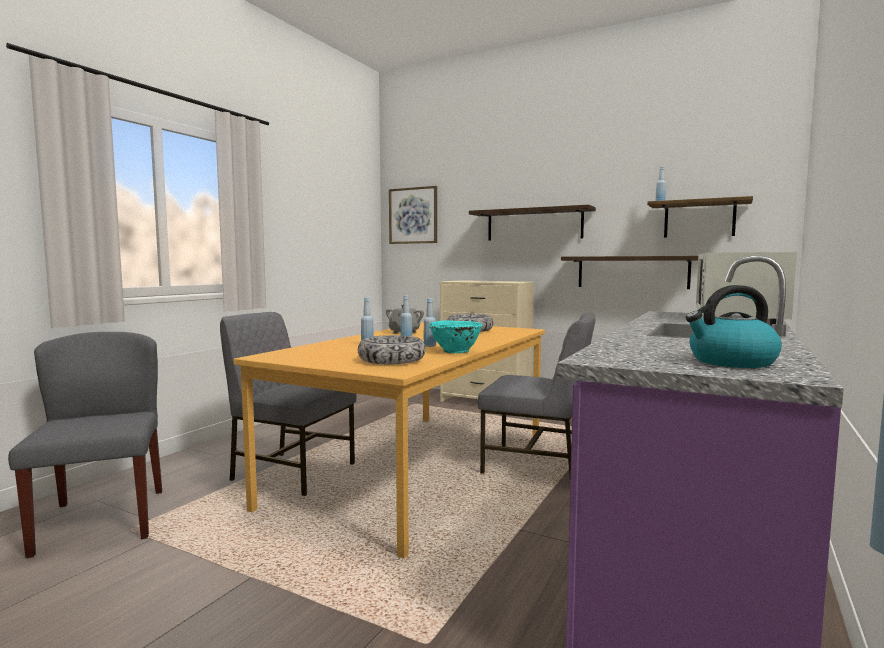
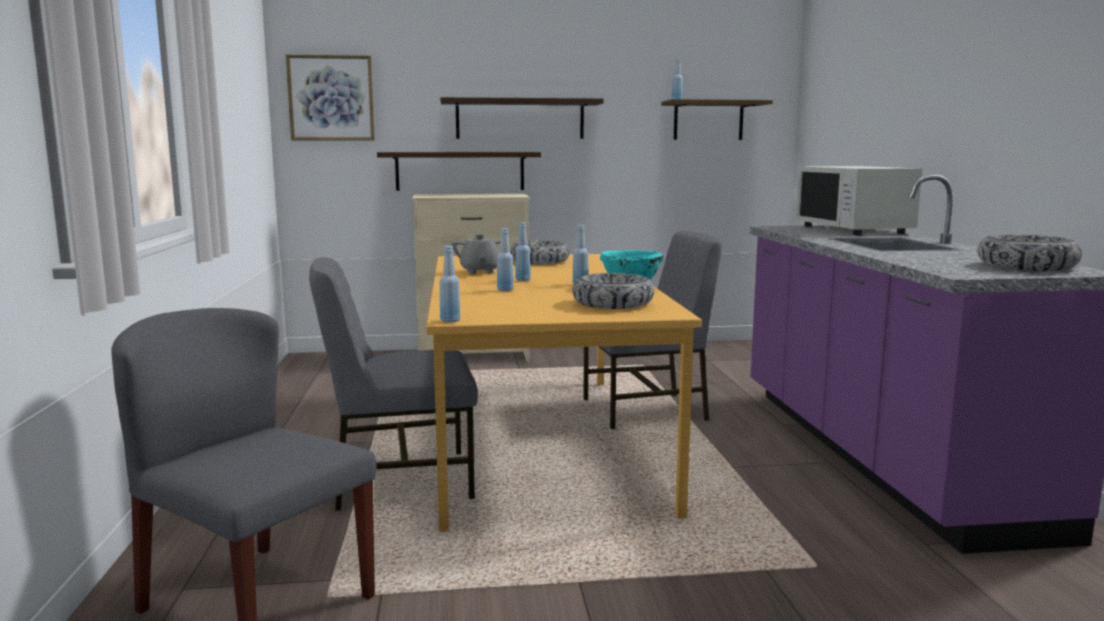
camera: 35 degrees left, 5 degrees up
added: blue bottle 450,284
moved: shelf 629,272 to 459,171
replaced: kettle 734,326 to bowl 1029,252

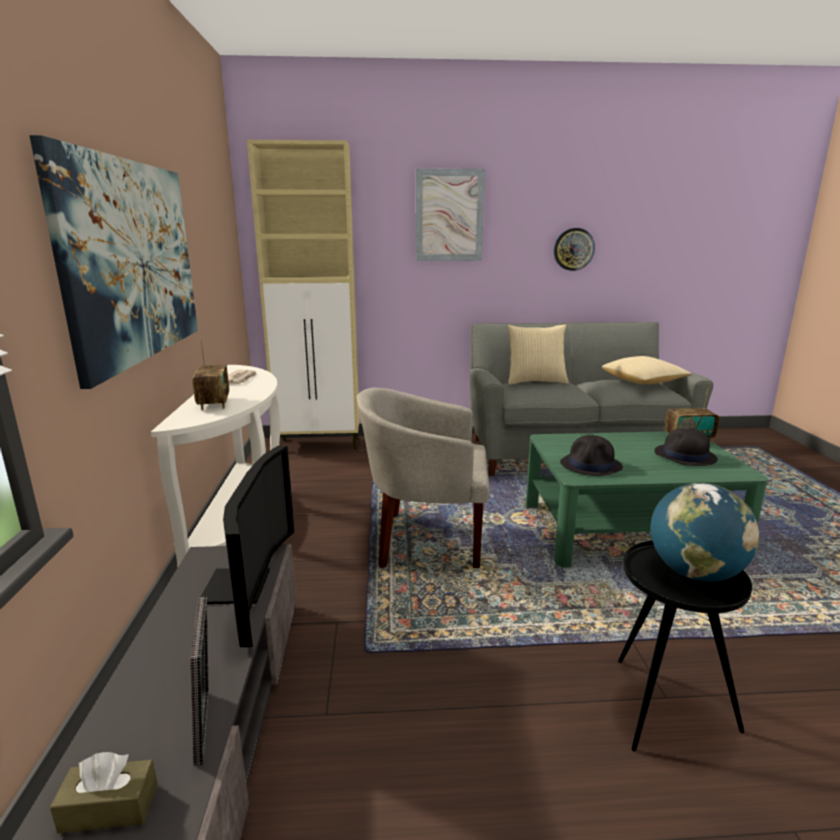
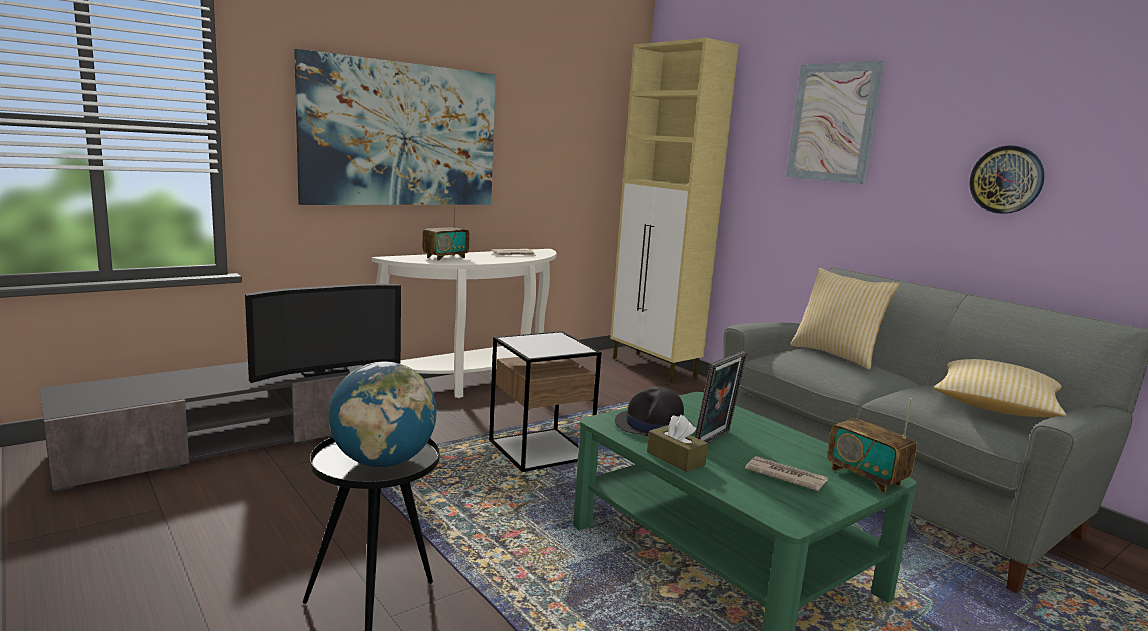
camera: 55 degrees right, 5 degrees down
moved: brown tissue box 104,792 to 677,443; picture frame 199,681 to 721,397
replaced: beige armchair 423,478 to side table 545,401; black hat 686,447 to newspaper 786,473

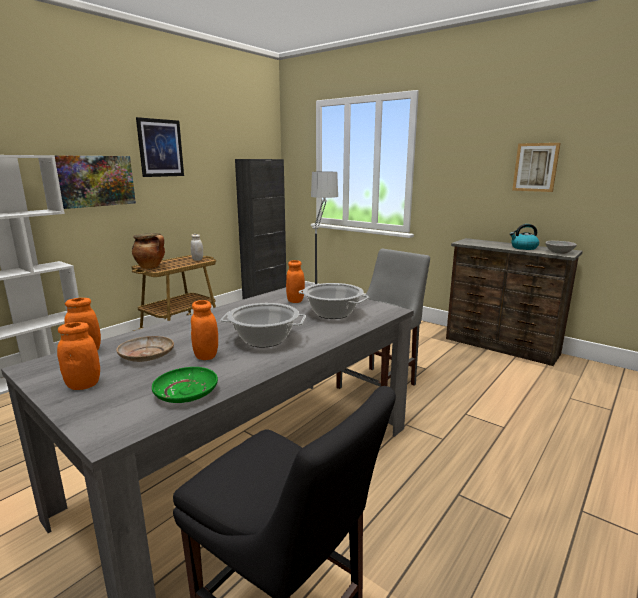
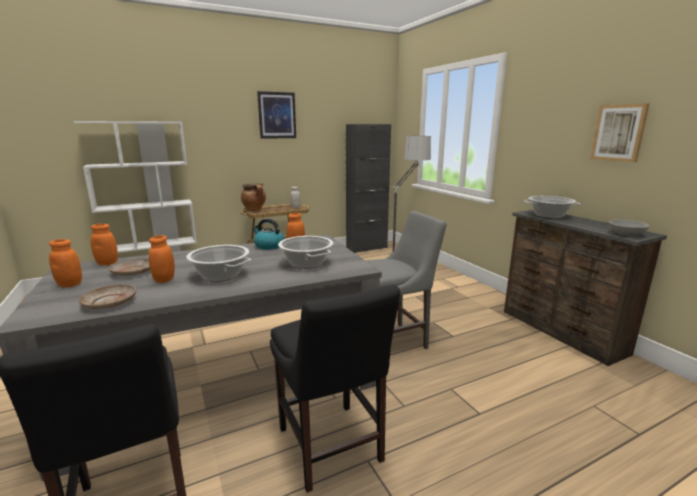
camera: 25 degrees right, 0 degrees up
removed: picture 95,182
added: black chair 335,389; cooking pot 552,207
moved: kettle 524,237 to 268,234
recoloured: green plate 185,385 to beige plate 107,296

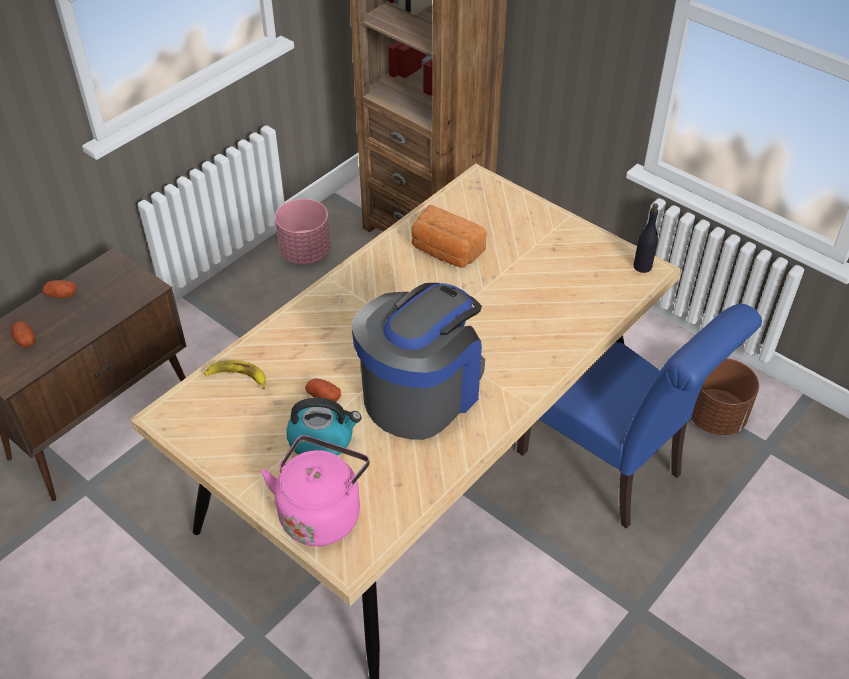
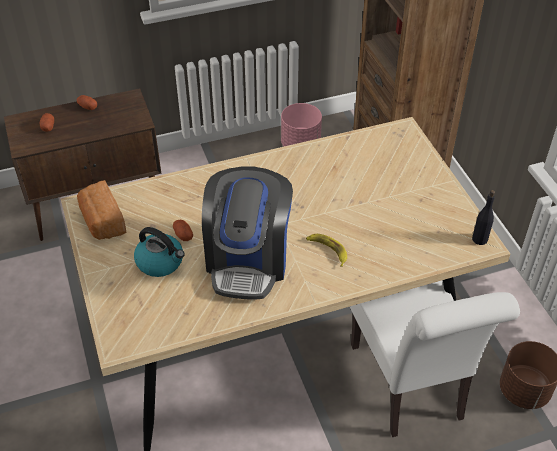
camera: 30 degrees right, 0 degrees up
removed: pink kettle 315,490
moved: bread 449,236 to 101,210; banana 235,375 to 326,250
recoloured: blue chair 639,416 to white chair 435,358
turned: coffee machine 418,361 = 247,233 120 degrees clockwise

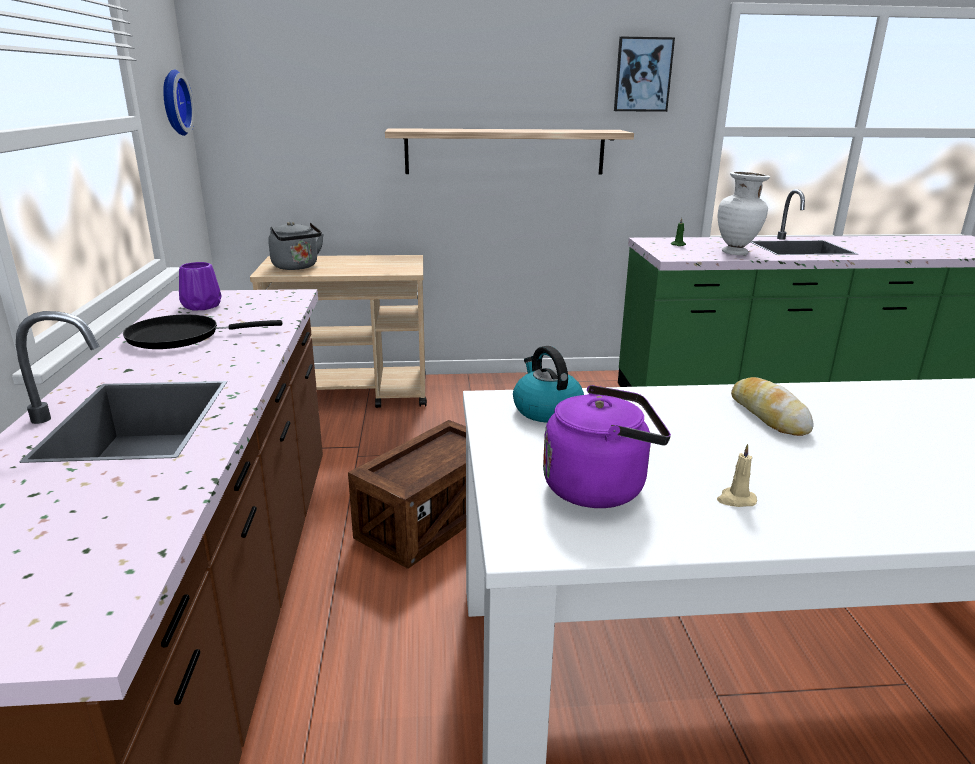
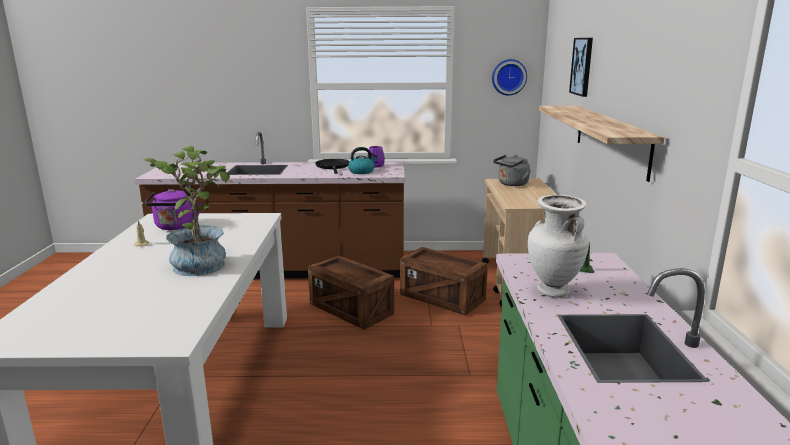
camera: 95 degrees right, 5 degrees down
added: crate 444,281
moved: kettle 548,384 to 363,160; picture 644,74 to 581,67
replaced: bread 772,406 to potted plant 186,211

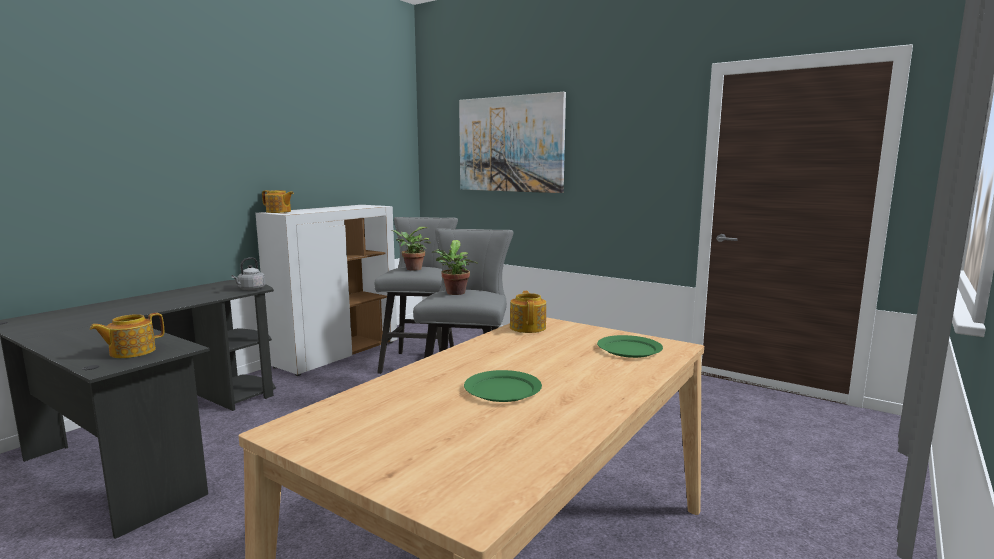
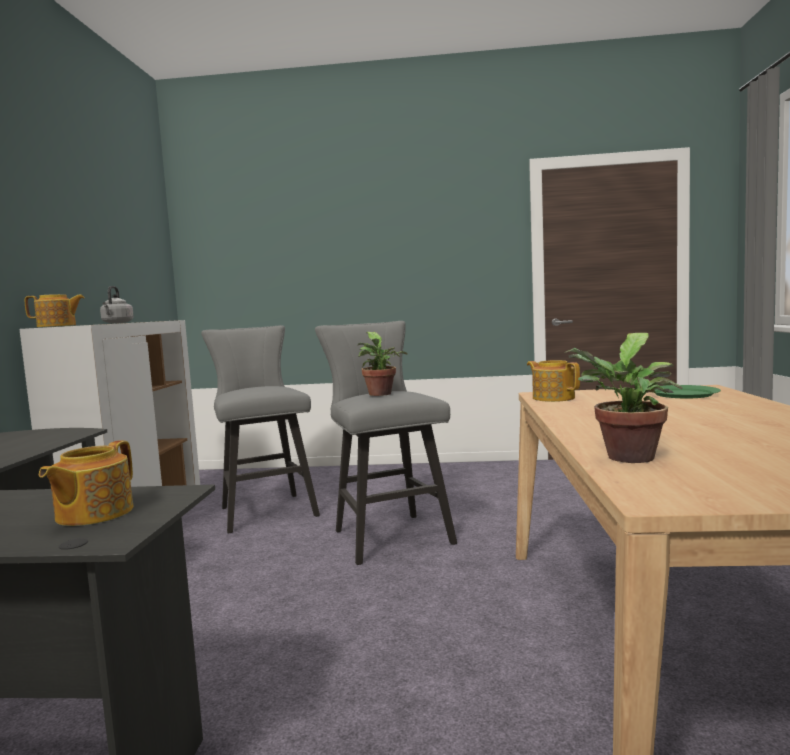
camera: 30 degrees left, 5 degrees down
removed: picture 512,142; green plate 503,386
moved: grey kettle 248,273 to 117,305; potted plant 411,249 to 624,398

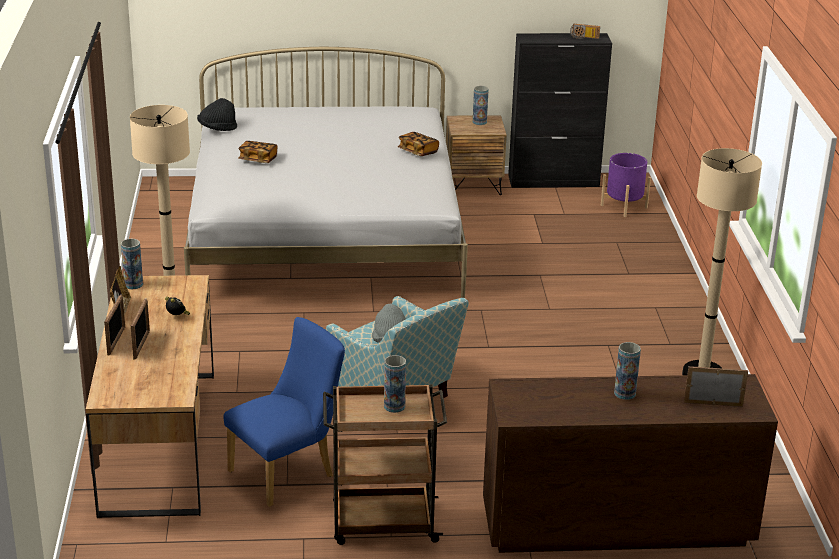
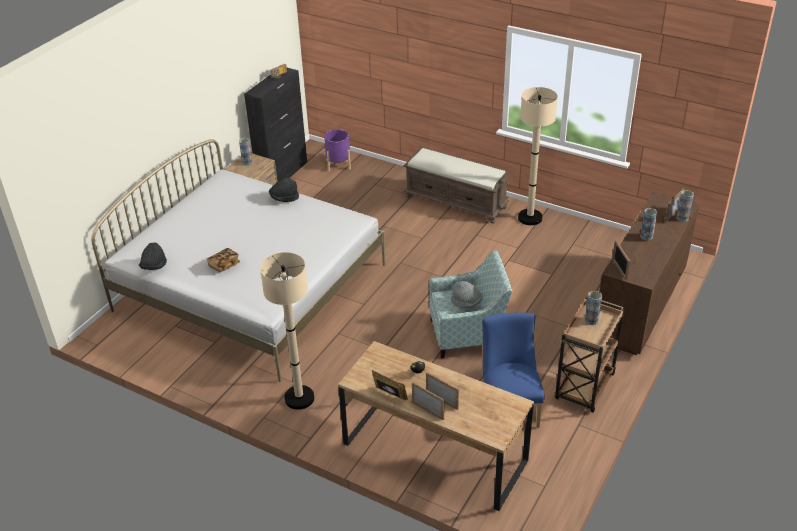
camera: 55 degrees left, 10 degrees up
added: brown bench 456,185; picture frame 621,260
moved: vase 132,264 to 685,206
replaced: book 418,144 to black hat 284,189

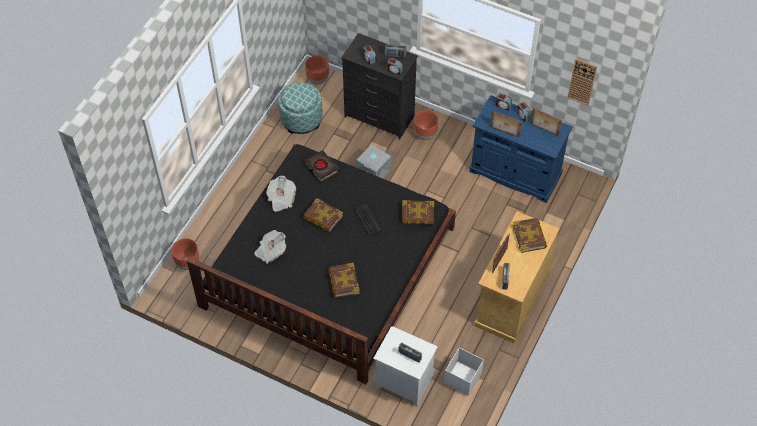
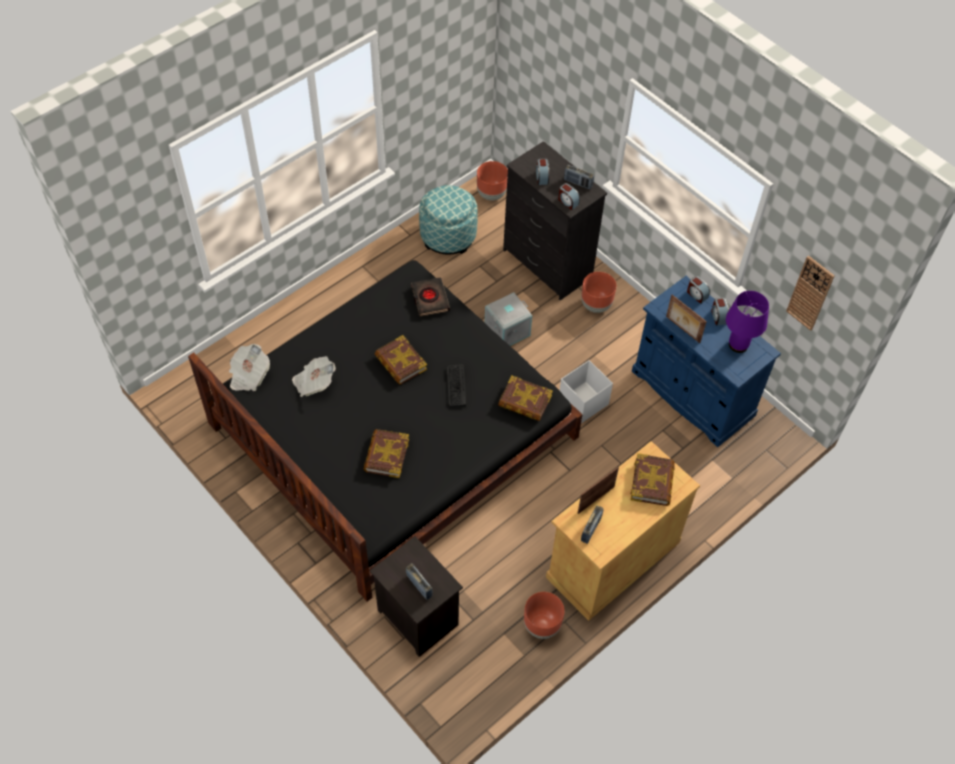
camera: 20 degrees right, 0 degrees up
moved: newspaper 281,194 to 249,367; brown planter 185,254 to 544,615; white storage box 464,371 to 586,391
replaced: picture frame 546,122 to purple table lamp 747,322
recoloured: white nightstand 405,366 to black nightstand 416,596

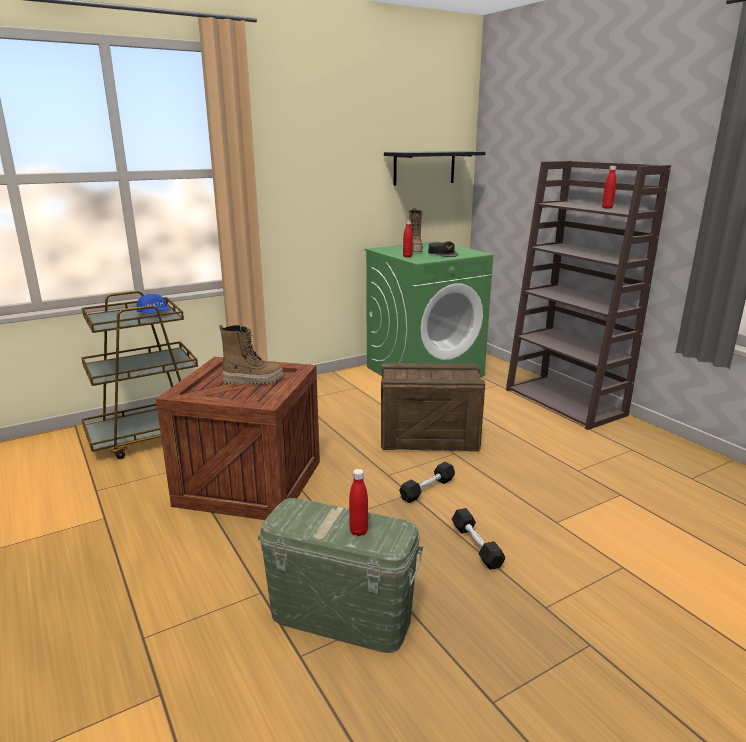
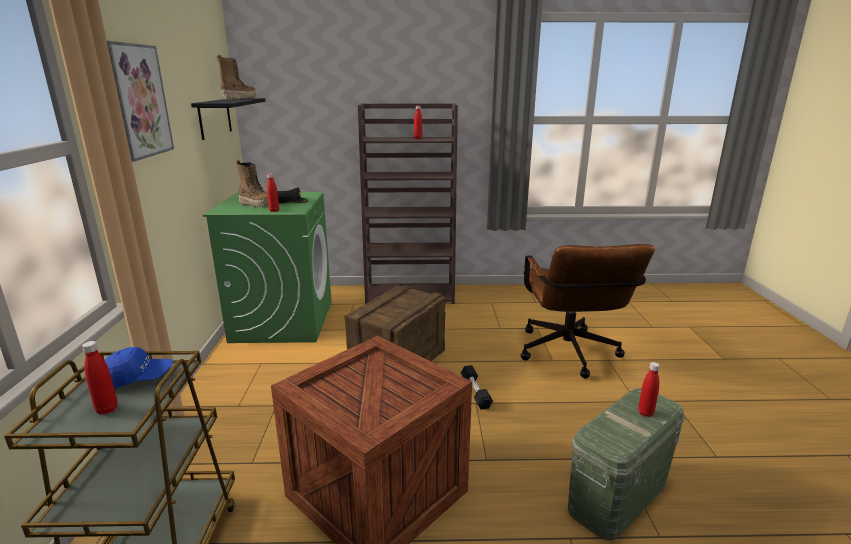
camera: 60 degrees left, 0 degrees up
removed: black dumbbell 478,539
added: red bottle 100,378; picture 140,101; brown office chair 587,311
moved: boot 251,355 to 236,77

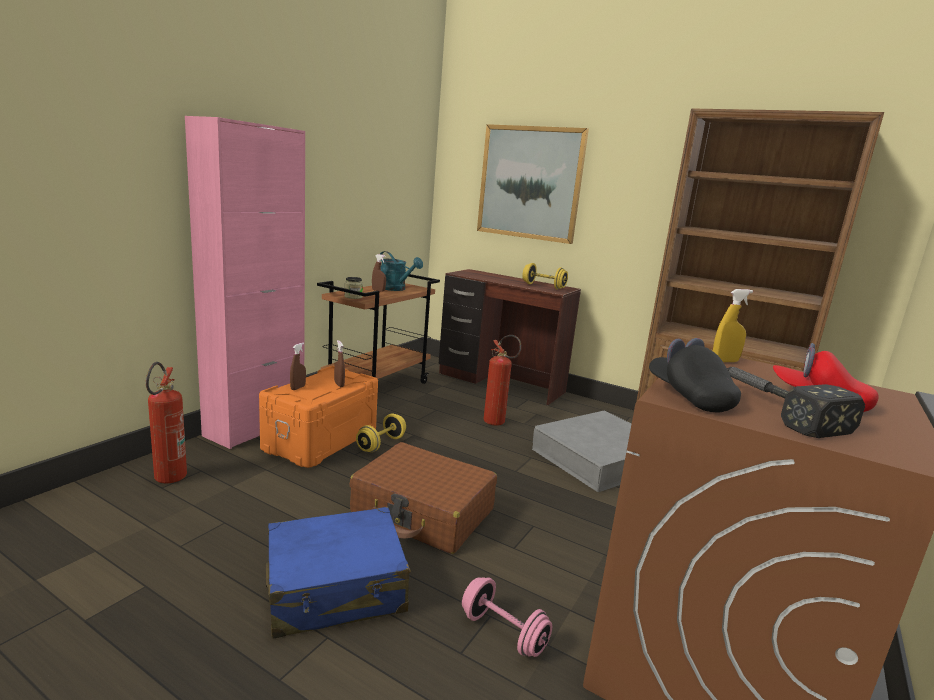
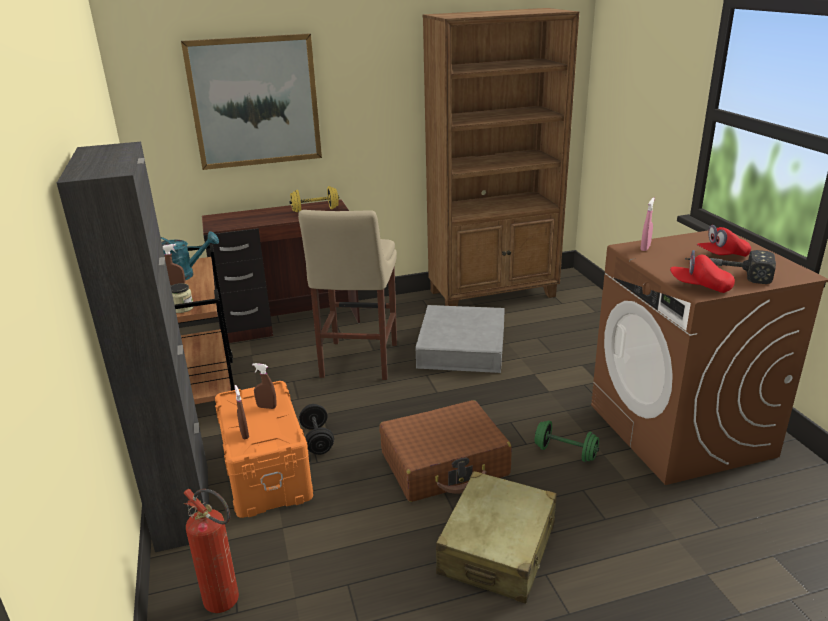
camera: 45 degrees left, 10 degrees up
removed: pink dumbbell 507,617
added: green dumbbell 567,441
replaced: fire extinguisher 503,380 to beige stool 347,295
recoloured: pink cabinet 245,282 to black cabinet 133,347; yellow dumbbell 381,433 to black dumbbell 316,429; blue suitcase 338,573 to beige suitcase 496,537; yellow spray bottle 733,325 to pink spray bottle 648,224; black cap 695,375 to red cap 702,271

